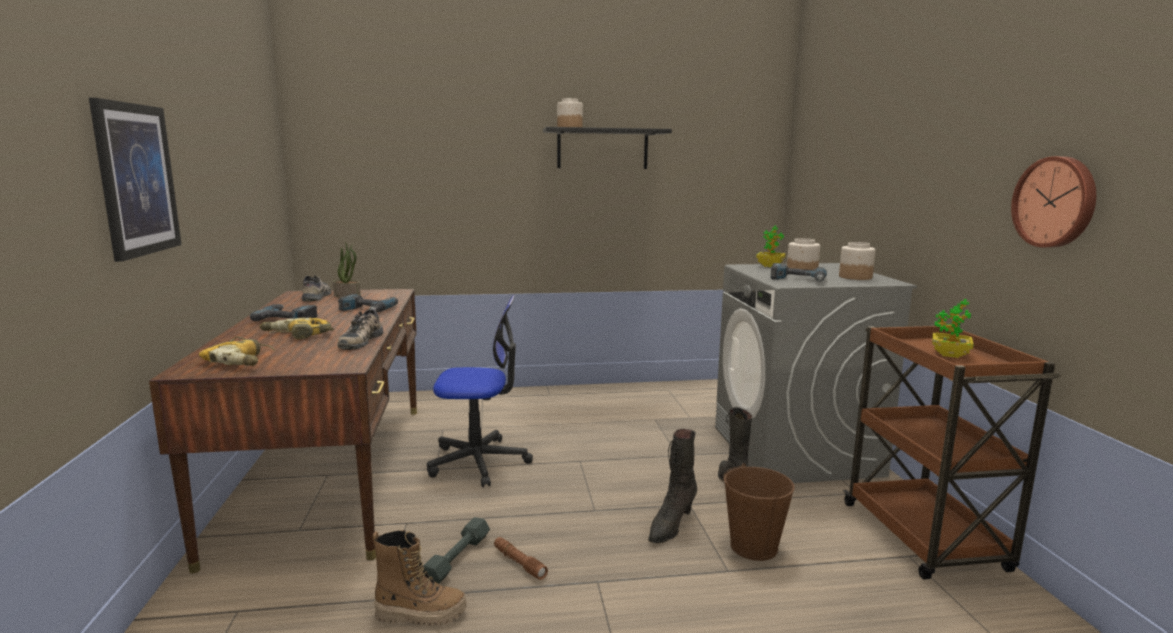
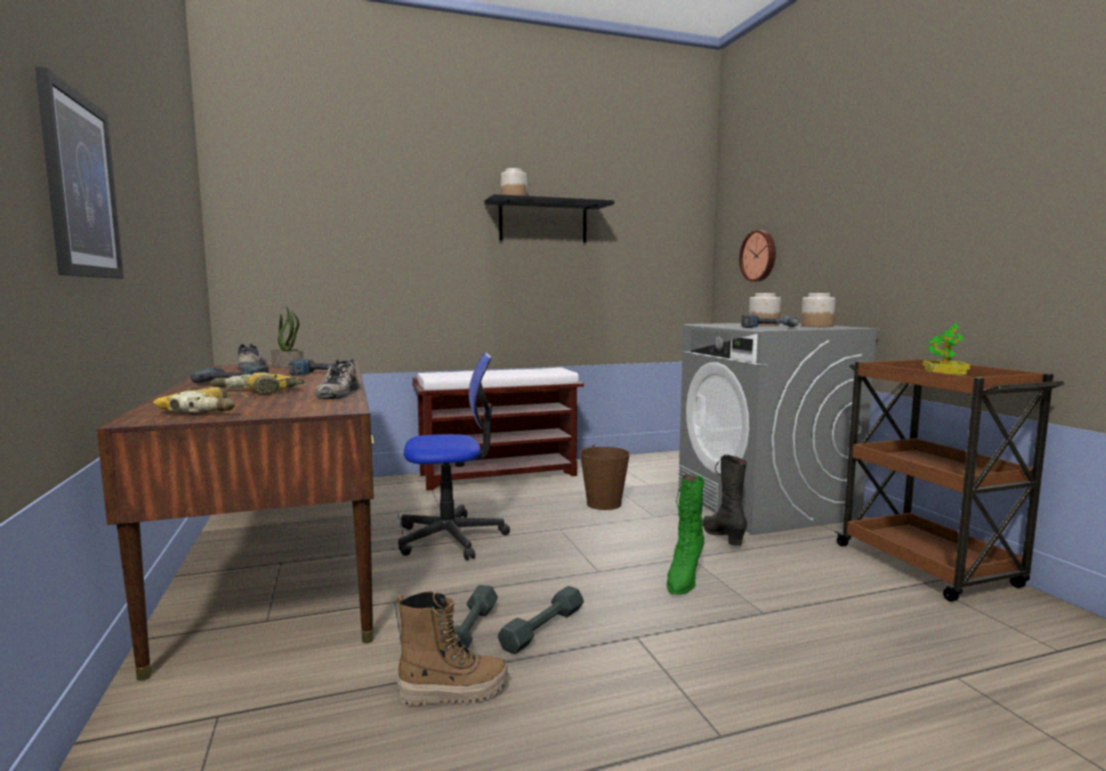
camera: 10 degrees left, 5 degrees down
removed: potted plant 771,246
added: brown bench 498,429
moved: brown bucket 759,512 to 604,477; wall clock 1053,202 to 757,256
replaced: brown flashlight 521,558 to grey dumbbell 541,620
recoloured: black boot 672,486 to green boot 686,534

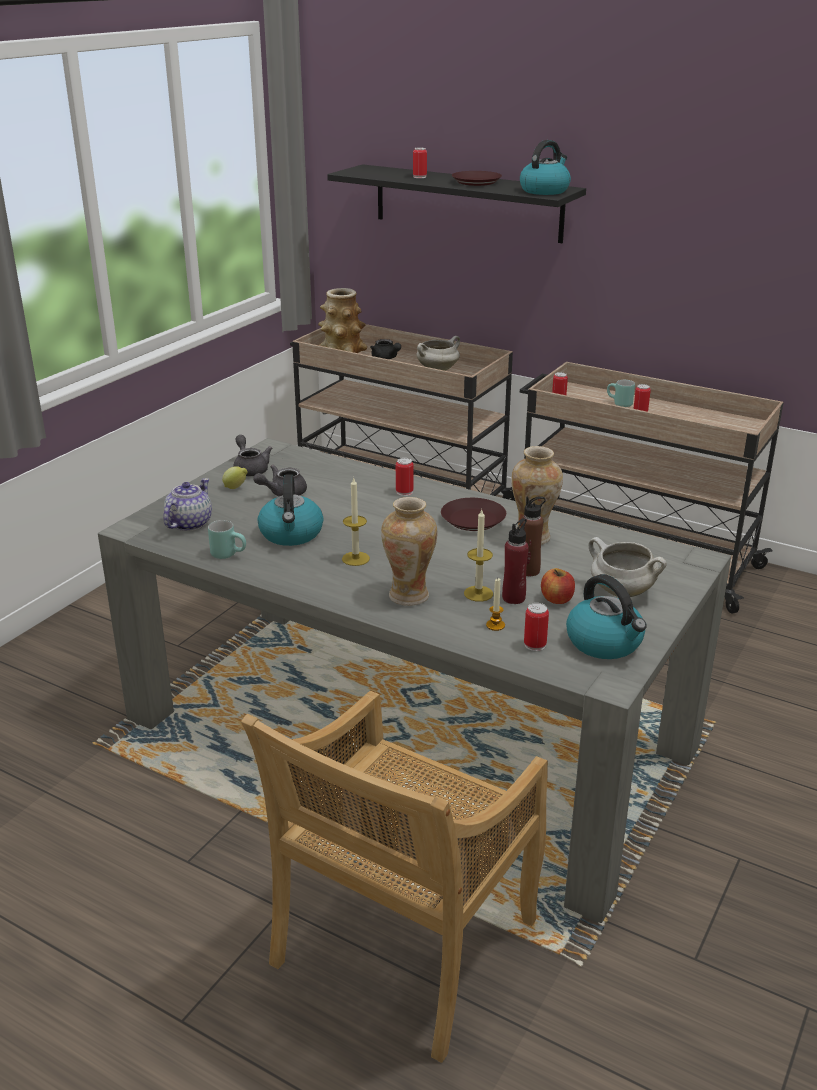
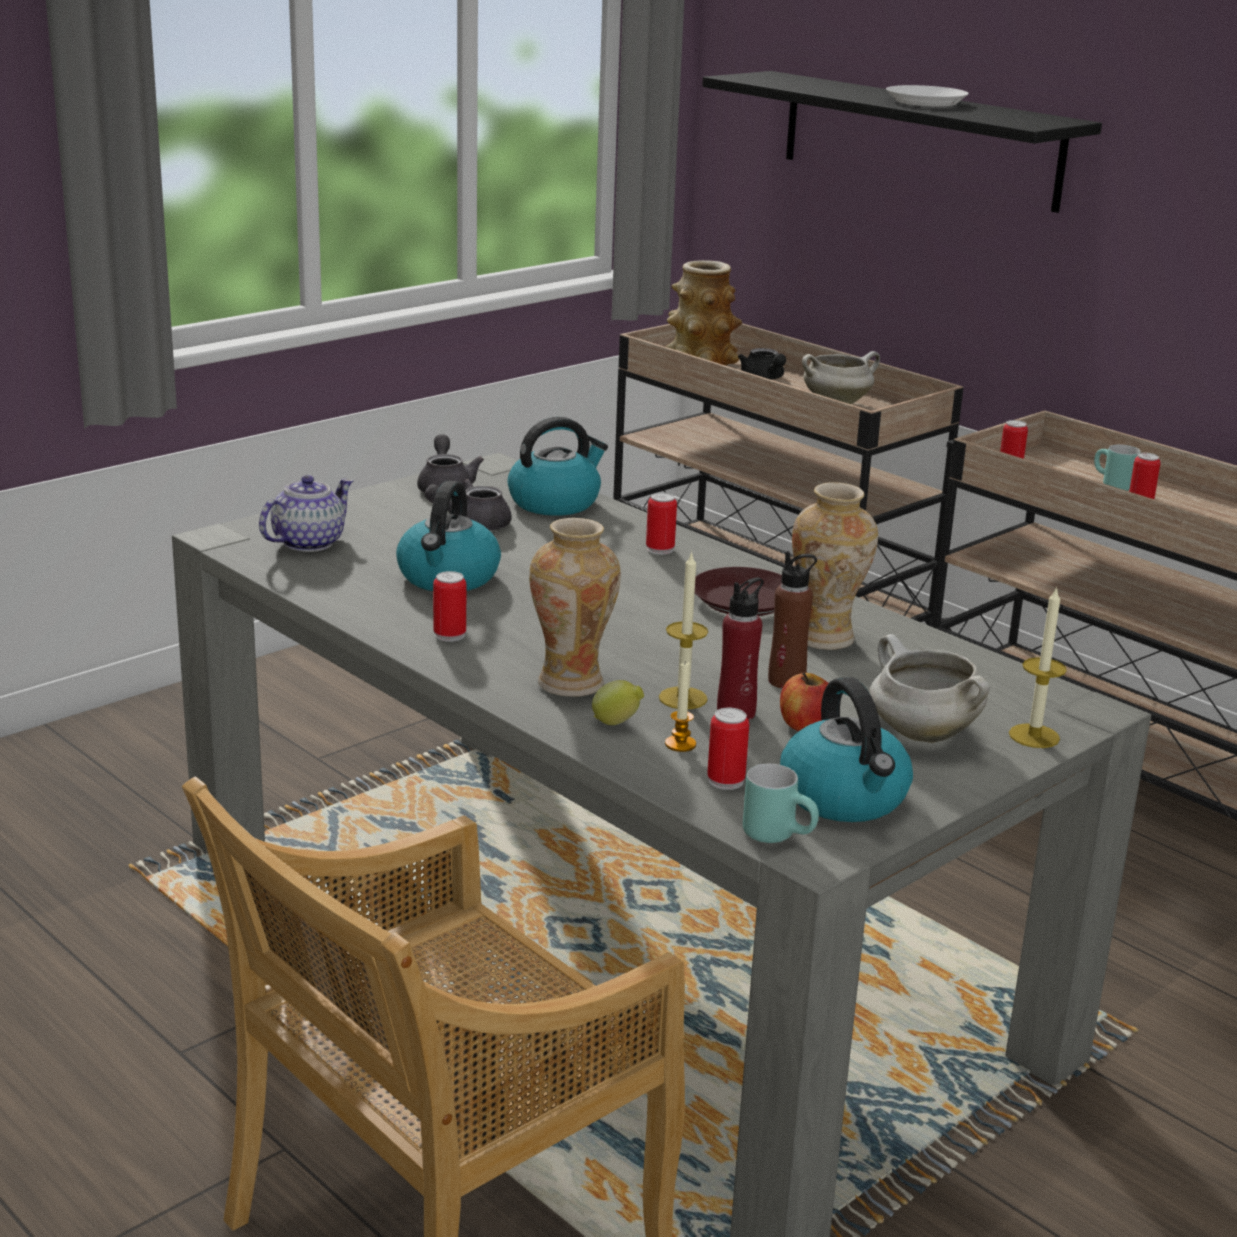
camera: 15 degrees right, 5 degrees down
moved: can 420,163 to 449,606; kettle 545,167 to 557,466; lemon 235,477 to 618,702; turquoise mug 227,539 to 781,803; candle 356,522 to 1038,667
recoloured: brown plate 477,178 to white plate 927,96

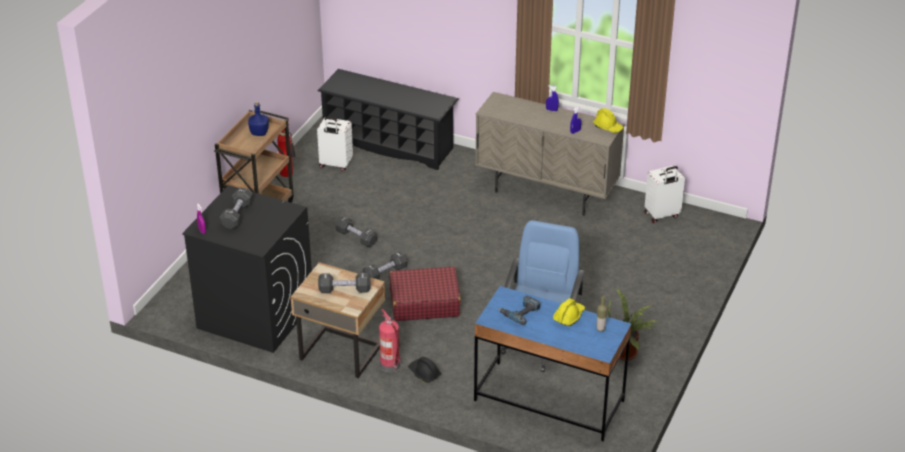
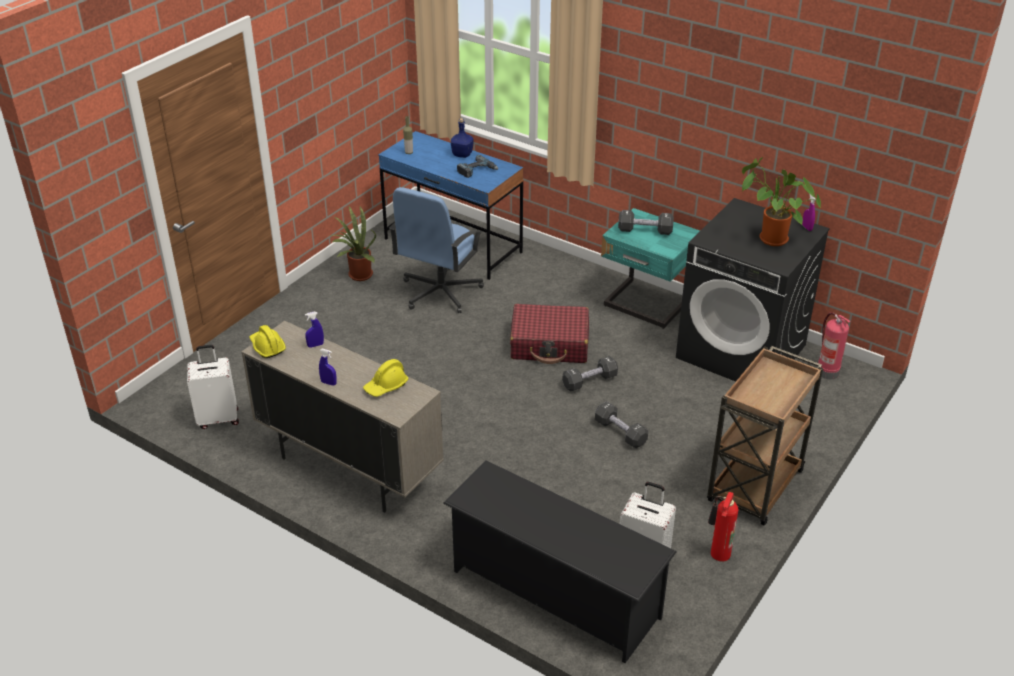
camera: 170 degrees left, 0 degrees up
removed: black hard hat 424,370
moved: yellow hard hat 569,312 to 385,378; blue bottle 258,119 to 462,138; fire extinguisher 389,341 to 833,345
replaced: black dumbbell 236,208 to potted plant 781,201
recoloured: beige nightstand 338,320 to turquoise nightstand 650,268

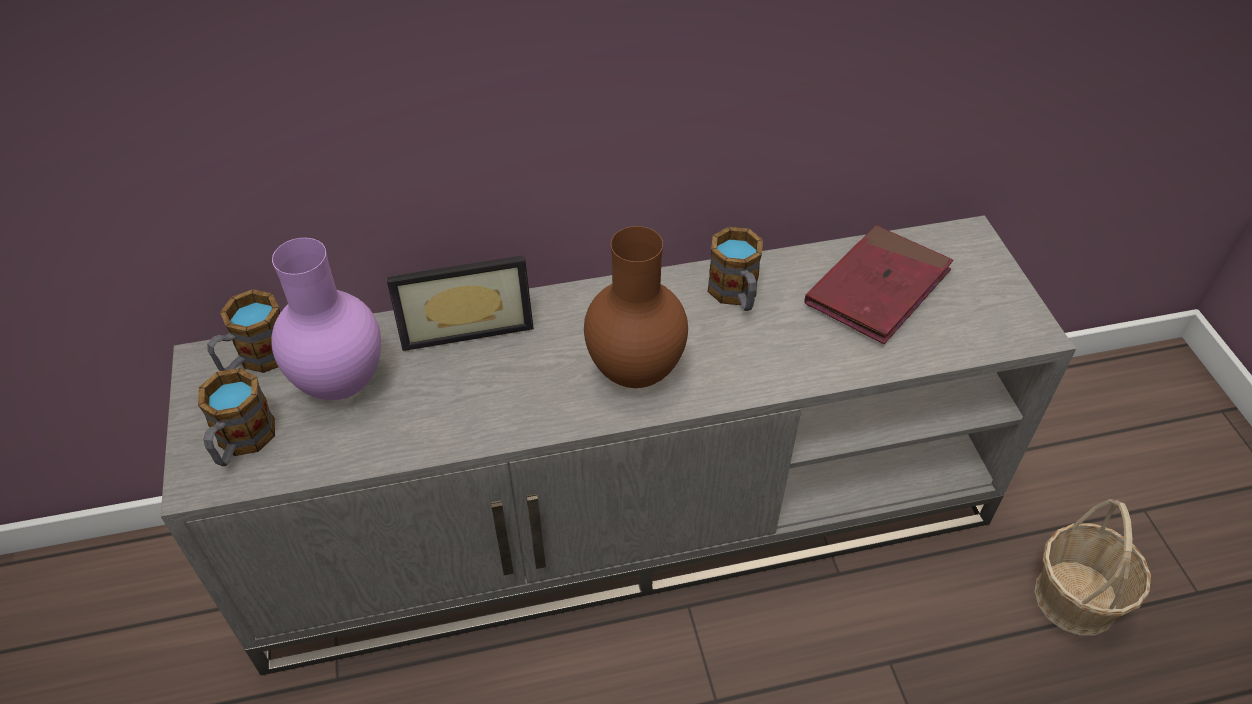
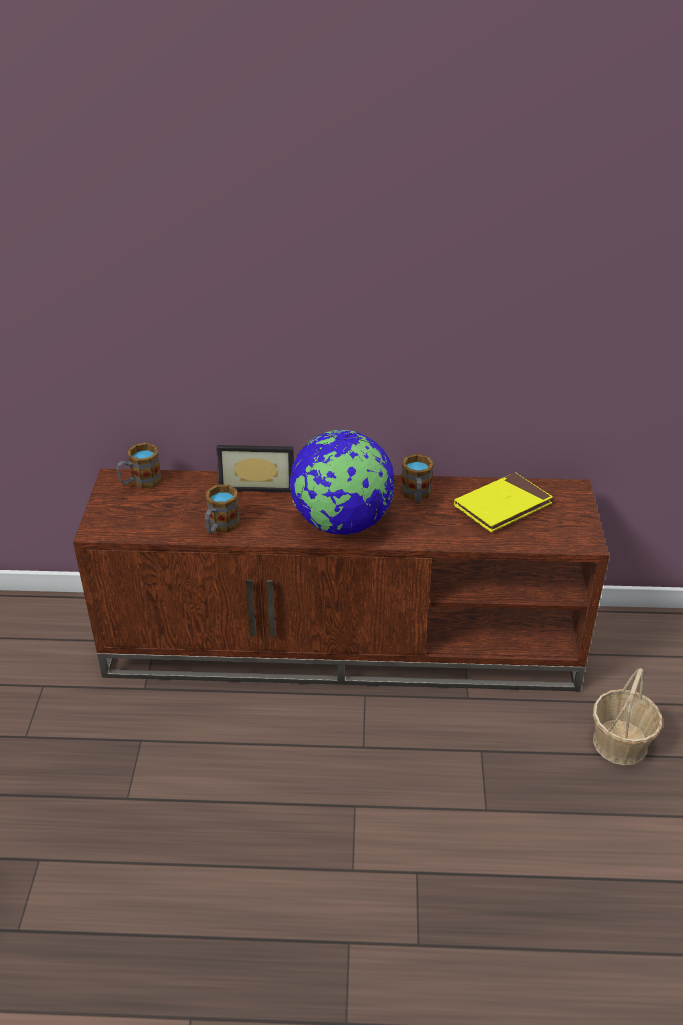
camera: 15 degrees right, 10 degrees down
removed: purple vase 326,319
moved: mug 236,417 to 222,509
replaced: brown vase 636,307 to globe 342,482
recoloured: grey tv stand 618,445 to brown tv stand 341,580; red book 878,284 to yellow book 503,502

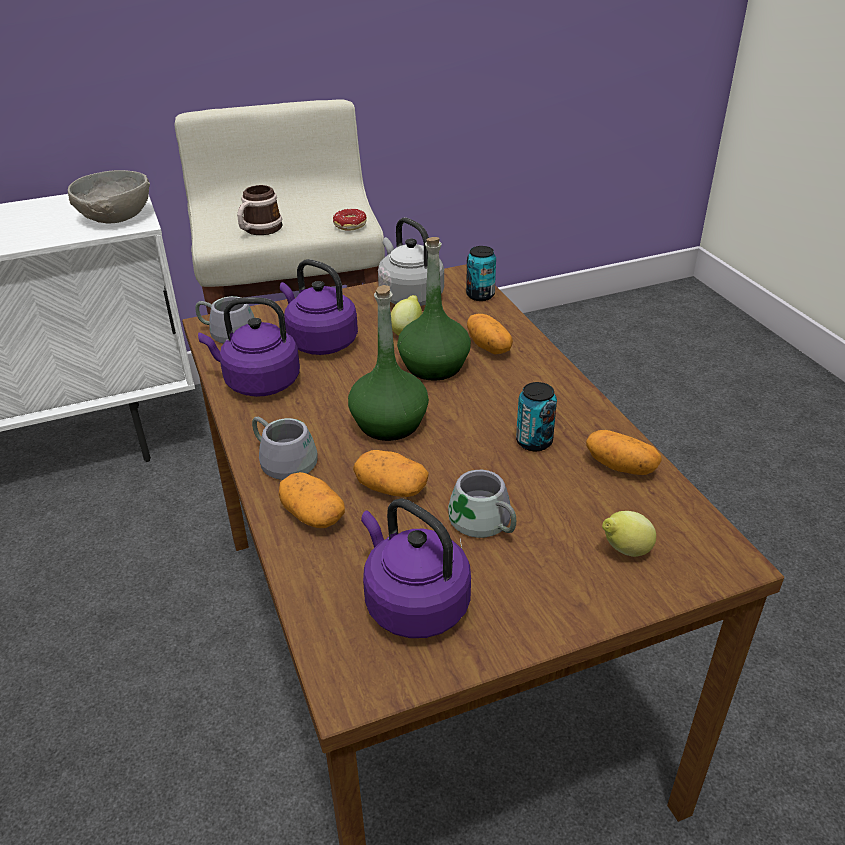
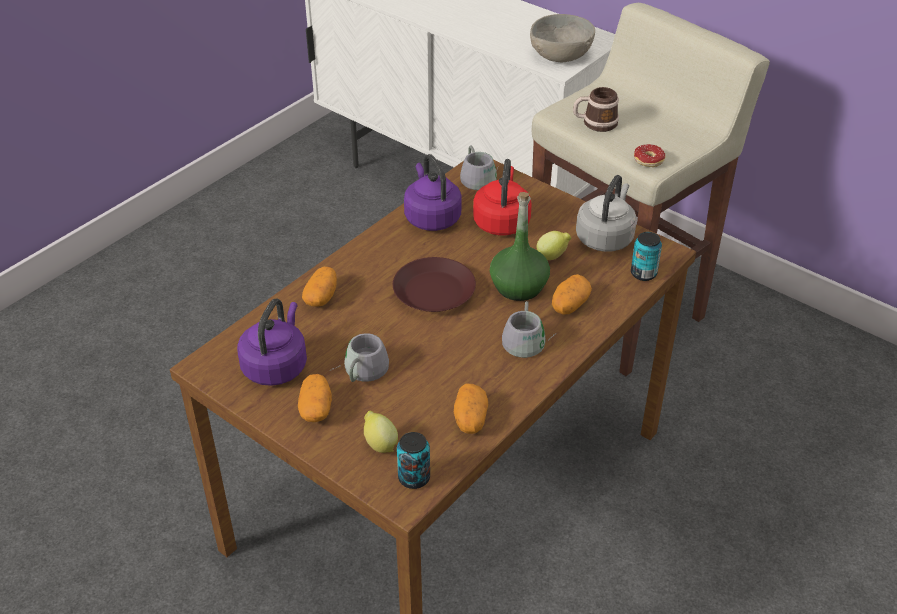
camera: 60 degrees right, 5 degrees up
moved: potato 391,473 to 315,398; can 536,416 to 413,460; grey mug 285,448 to 529,329
replaced: green bottle 388,363 to brown plate 434,284
recoloured: purple kettle 319,307 to red kettle 502,197

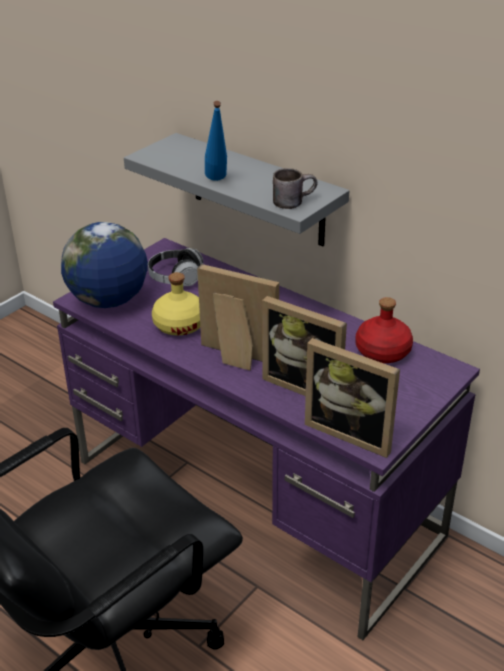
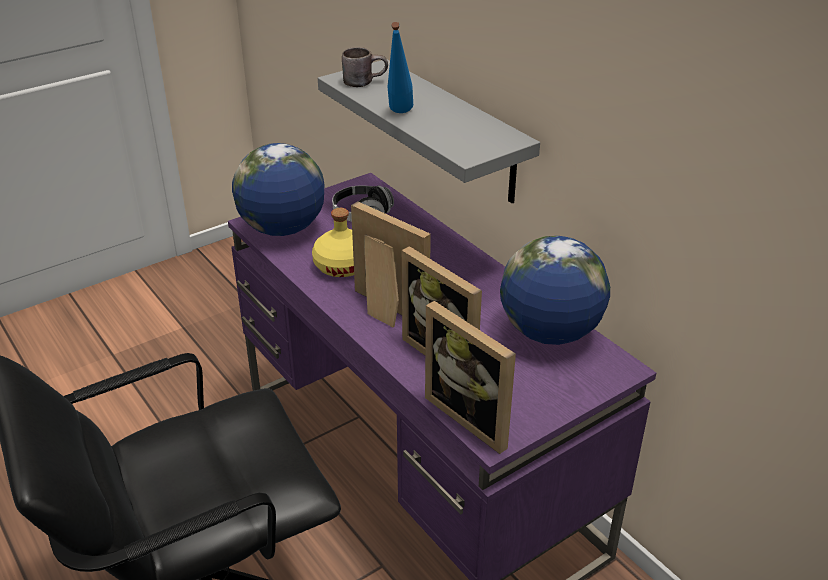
camera: 15 degrees right, 0 degrees up
moved: brown mug 295,188 to 365,67
replaced: red bottle 384,330 to globe 555,290

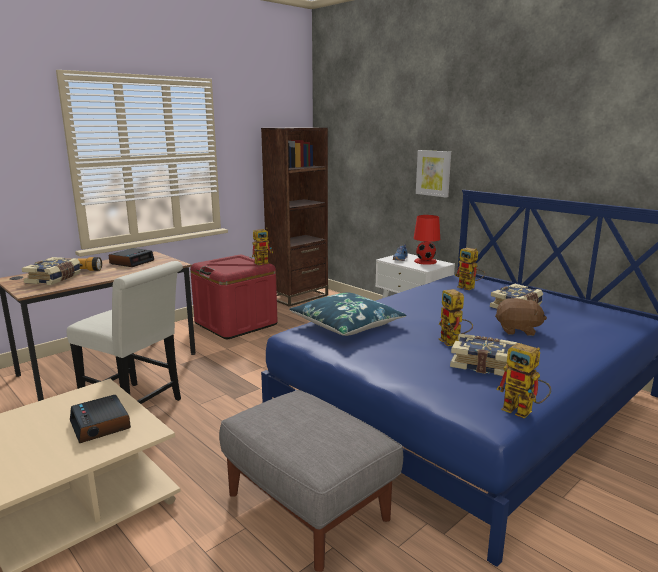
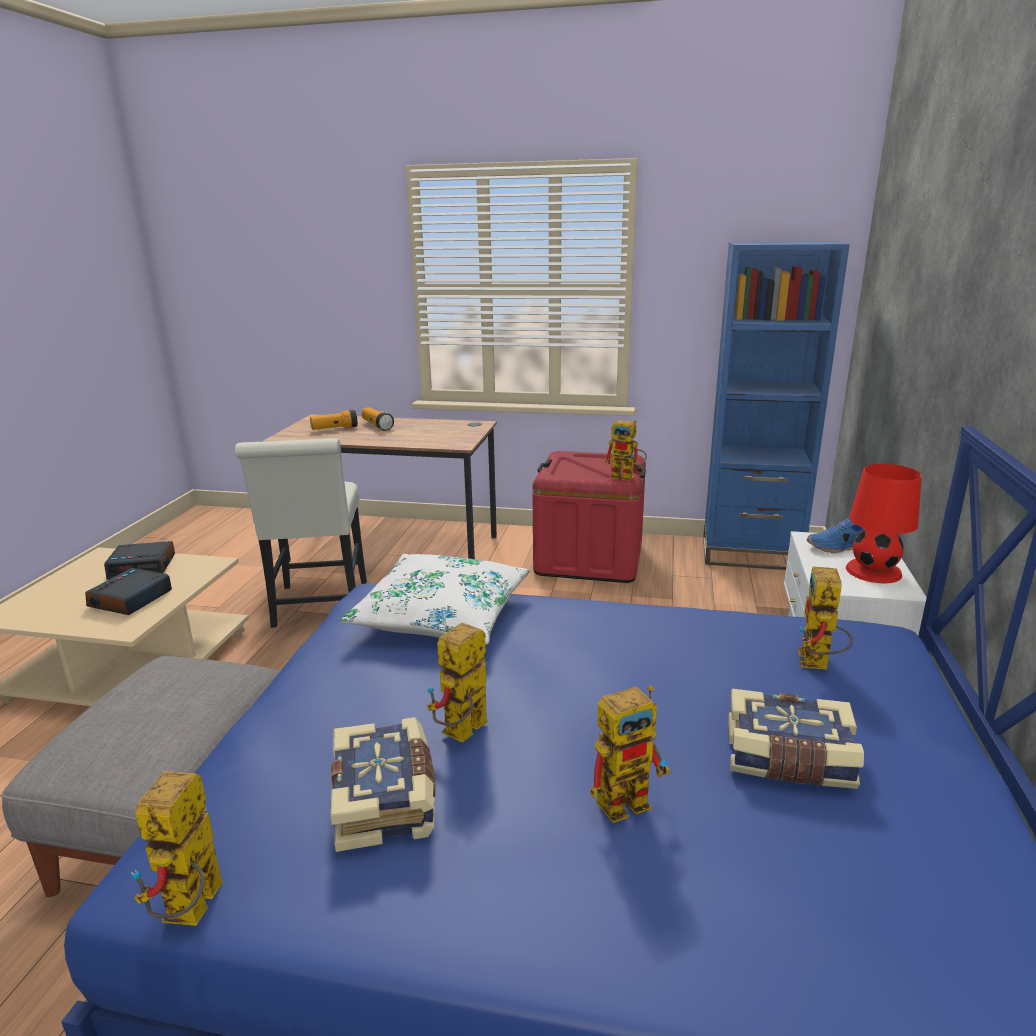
camera: 55 degrees right, 5 degrees up
removed: picture 433,174
moved: alarm clock 131,257 to 139,560
replaced: book 51,271 to flashlight 334,420; brown plush toy 521,317 to toy robot 630,754
recoloured: blue pillow 347,314 to white pillow 435,599; brown bookcase 294,217 to blue bookcase 776,405

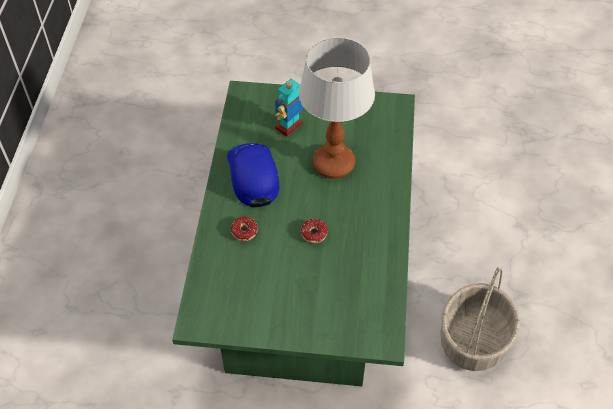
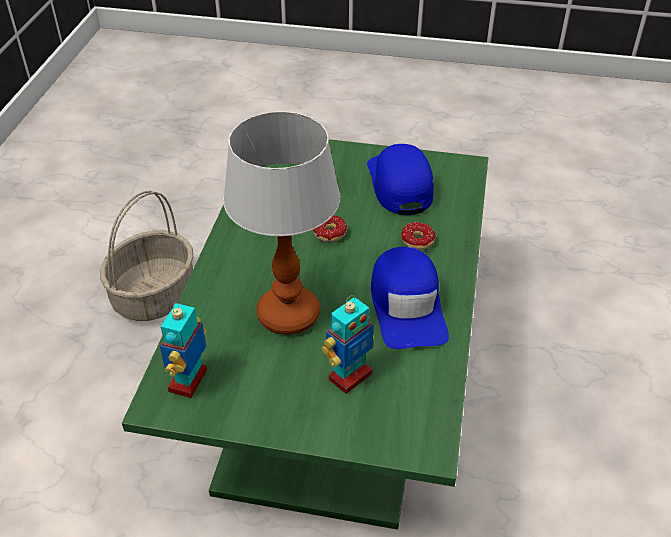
camera: 175 degrees left, 10 degrees down
added: toy robot 183,349; blue cap 400,179

